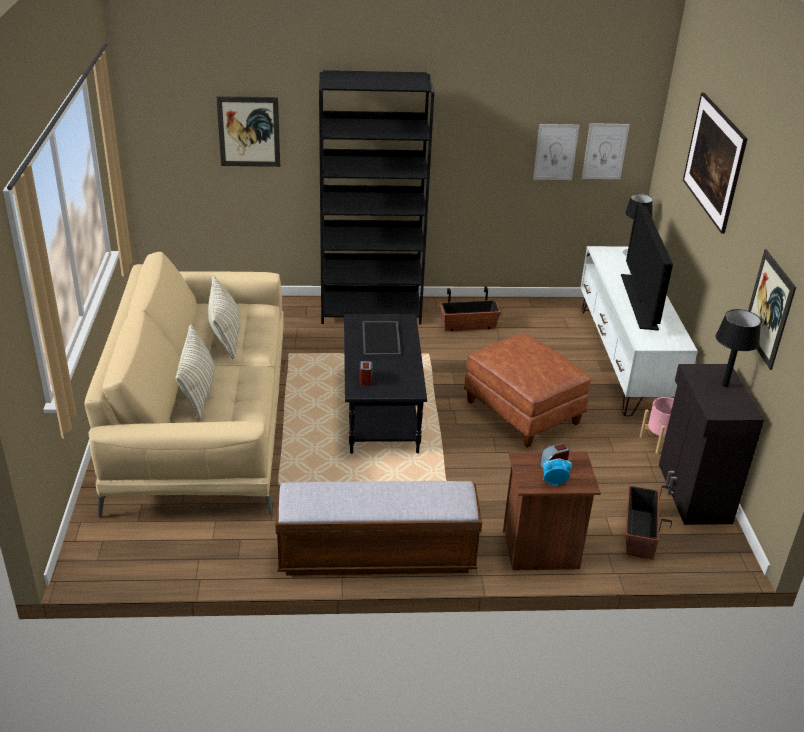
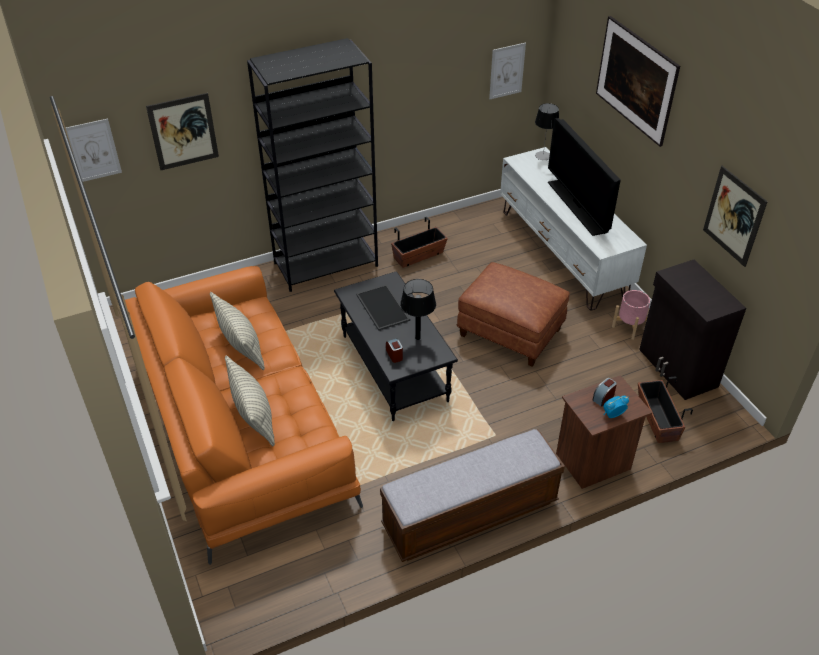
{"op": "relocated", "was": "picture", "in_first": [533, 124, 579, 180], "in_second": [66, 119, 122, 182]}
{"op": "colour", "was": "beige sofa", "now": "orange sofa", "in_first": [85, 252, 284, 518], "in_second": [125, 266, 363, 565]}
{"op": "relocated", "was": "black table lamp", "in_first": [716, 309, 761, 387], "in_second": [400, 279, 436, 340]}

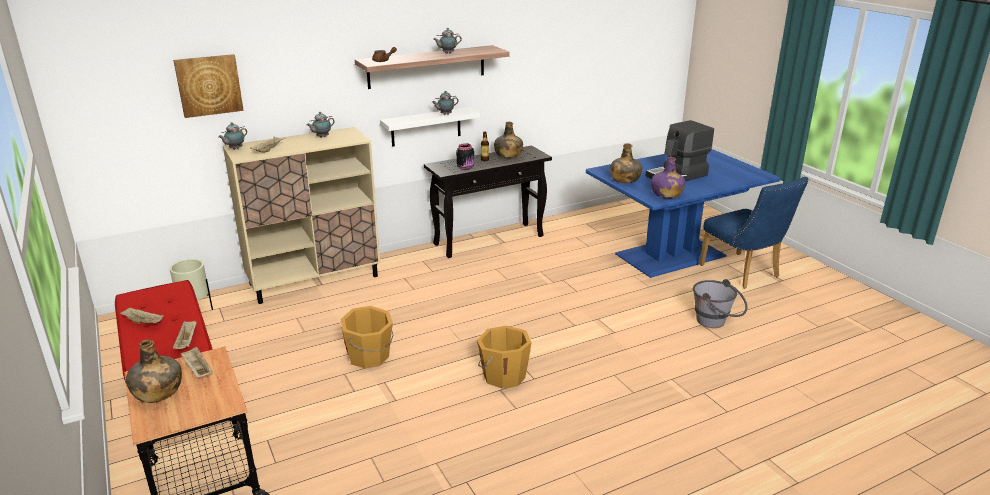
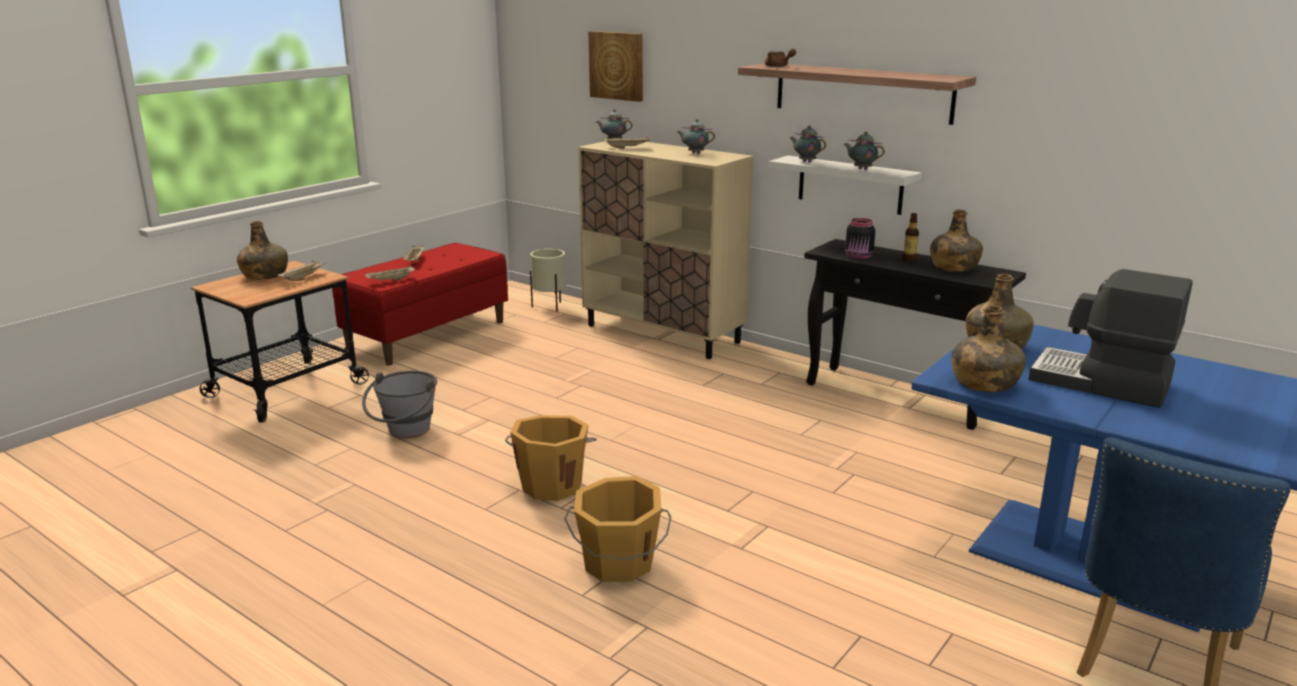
{"op": "relocated", "was": "grey bucket", "in_first": [693, 279, 748, 328], "in_second": [362, 371, 437, 438]}
{"op": "relocated", "was": "orange bucket", "in_first": [341, 306, 393, 369], "in_second": [564, 476, 672, 582]}
{"op": "relocated", "was": "teapot", "in_first": [433, 28, 462, 54], "in_second": [790, 125, 826, 163]}
{"op": "colour", "was": "purple bottle", "now": "green bottle", "in_first": [651, 157, 685, 199], "in_second": [952, 305, 1026, 392]}

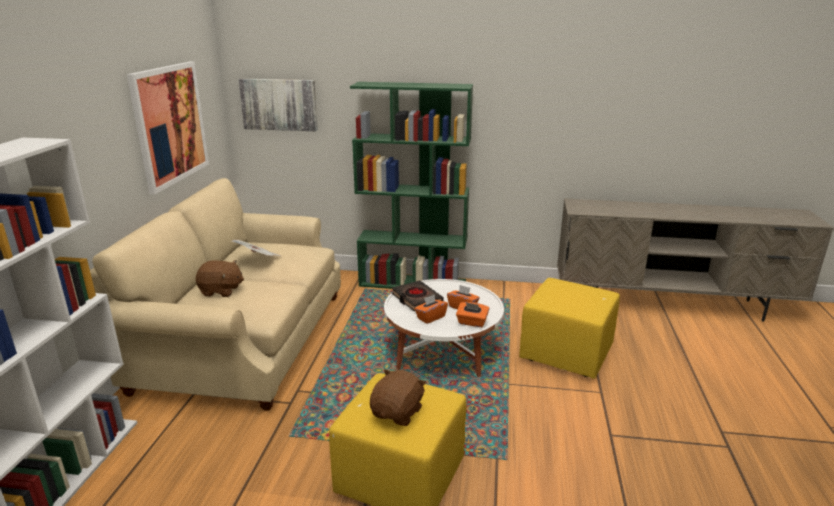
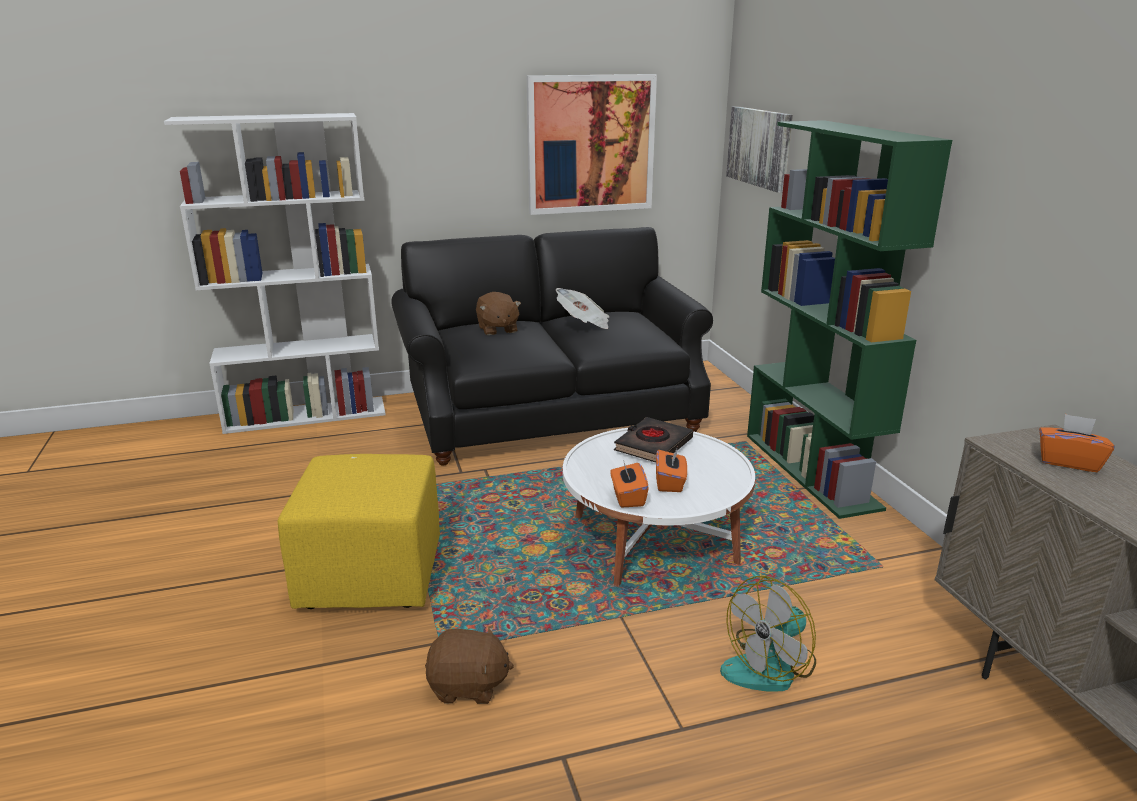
{"op": "colour", "was": "beige sofa", "now": "black sofa", "in_first": [90, 178, 341, 411], "in_second": [391, 227, 713, 465]}
{"op": "relocated", "was": "brown plush toy", "in_first": [370, 369, 426, 426], "in_second": [425, 625, 514, 704]}
{"op": "exchanged", "was": "yellow ottoman", "now": "fan", "in_first": [519, 278, 620, 379], "in_second": [720, 576, 816, 692]}
{"op": "relocated", "was": "orange tissue box", "in_first": [415, 295, 448, 324], "in_second": [1039, 414, 1115, 472]}

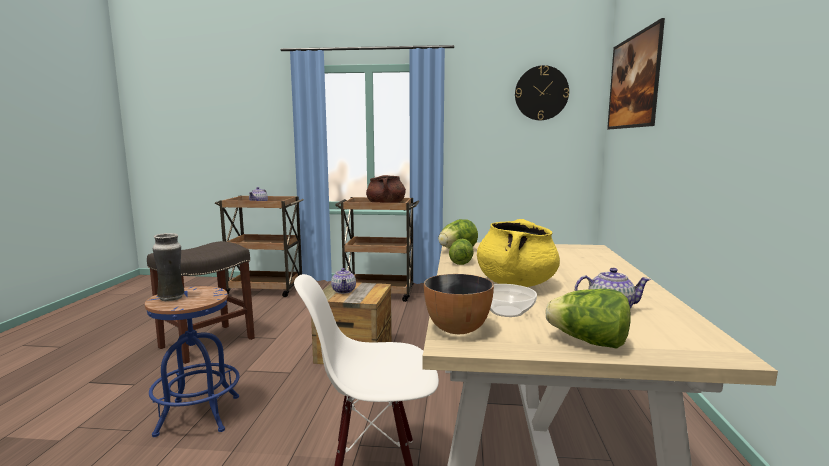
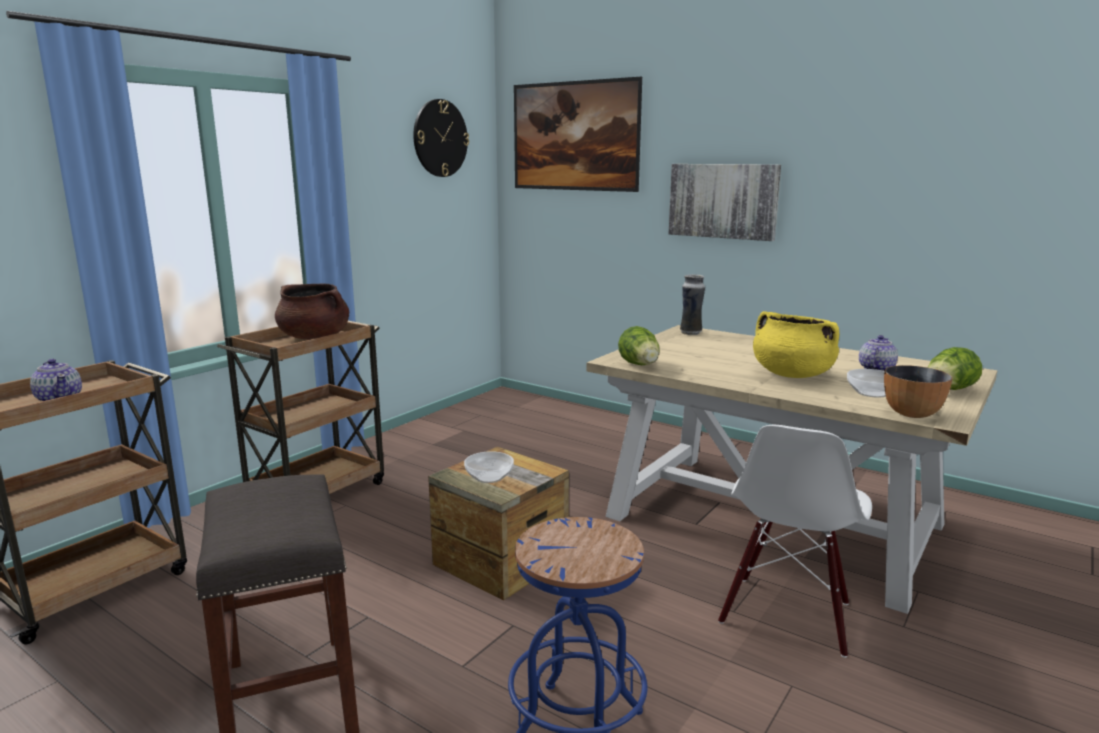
{"op": "exchanged", "was": "teapot", "now": "bowl", "in_first": [331, 268, 356, 294], "in_second": [464, 451, 514, 483]}
{"op": "appeared", "now": "picture", "in_second": [669, 164, 781, 241]}
{"op": "relocated", "was": "vase", "in_first": [153, 233, 185, 301], "in_second": [680, 274, 705, 335]}
{"op": "missing", "was": "lettuce", "in_first": [449, 239, 473, 265]}

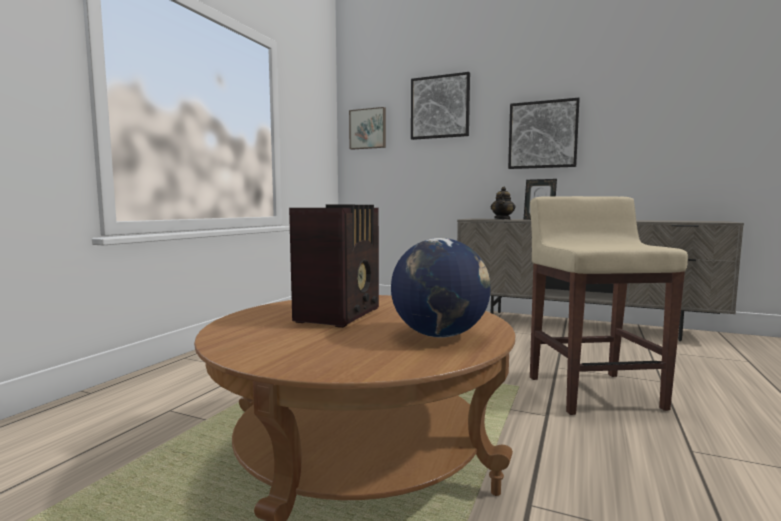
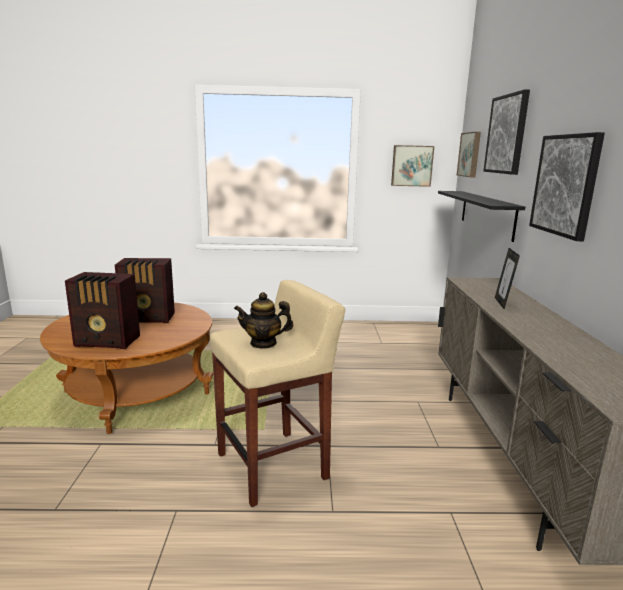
{"op": "exchanged", "was": "globe", "now": "radio", "in_first": [391, 238, 491, 338], "in_second": [65, 272, 140, 349]}
{"op": "relocated", "was": "teapot", "in_first": [491, 187, 515, 219], "in_second": [234, 292, 293, 349]}
{"op": "appeared", "now": "picture", "in_second": [391, 145, 434, 187]}
{"op": "appeared", "now": "black shelf", "in_second": [438, 191, 525, 242]}

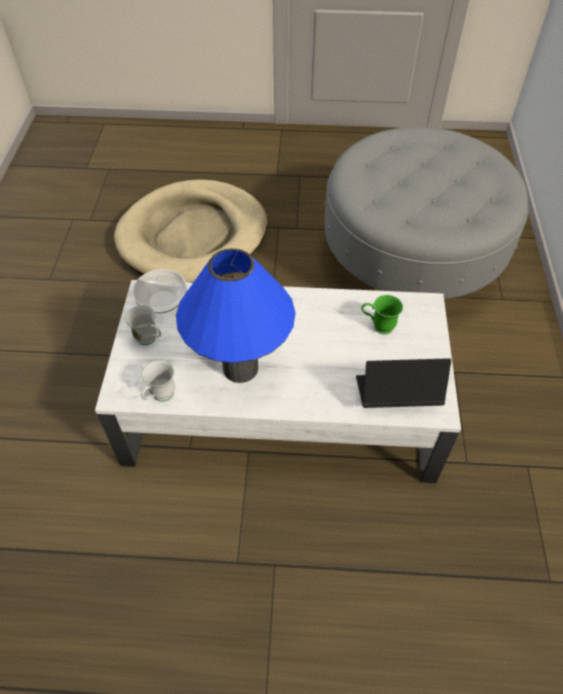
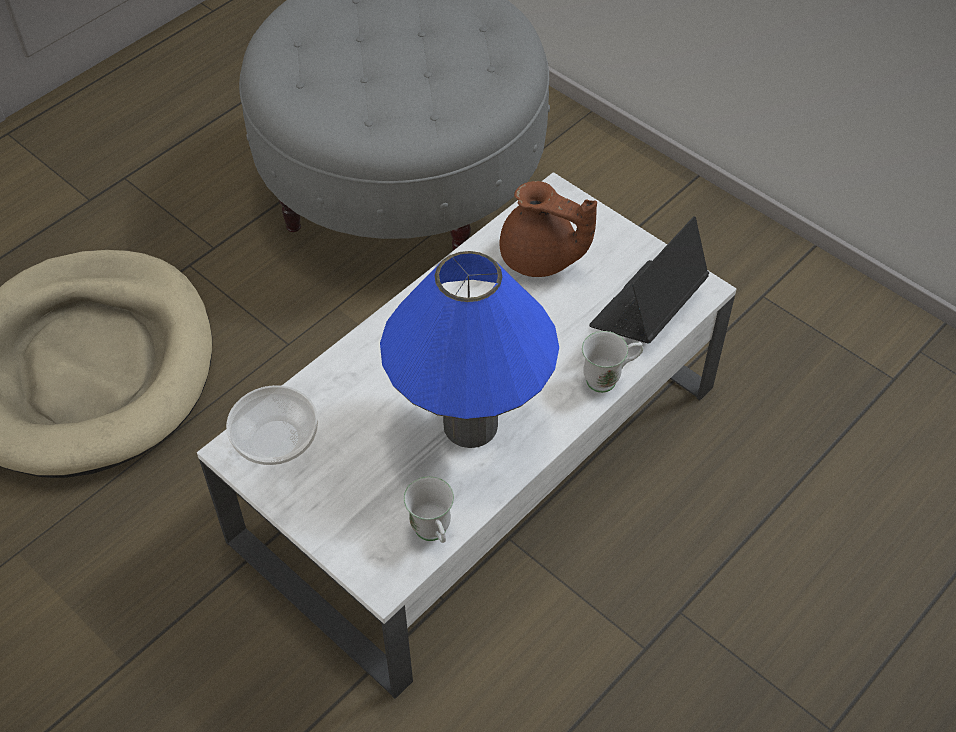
{"op": "exchanged", "was": "green mug", "now": "brown teapot", "in_first": [361, 295, 403, 334], "in_second": [500, 181, 597, 277]}
{"op": "relocated", "was": "white mug", "in_first": [125, 305, 161, 345], "in_second": [582, 331, 643, 393]}

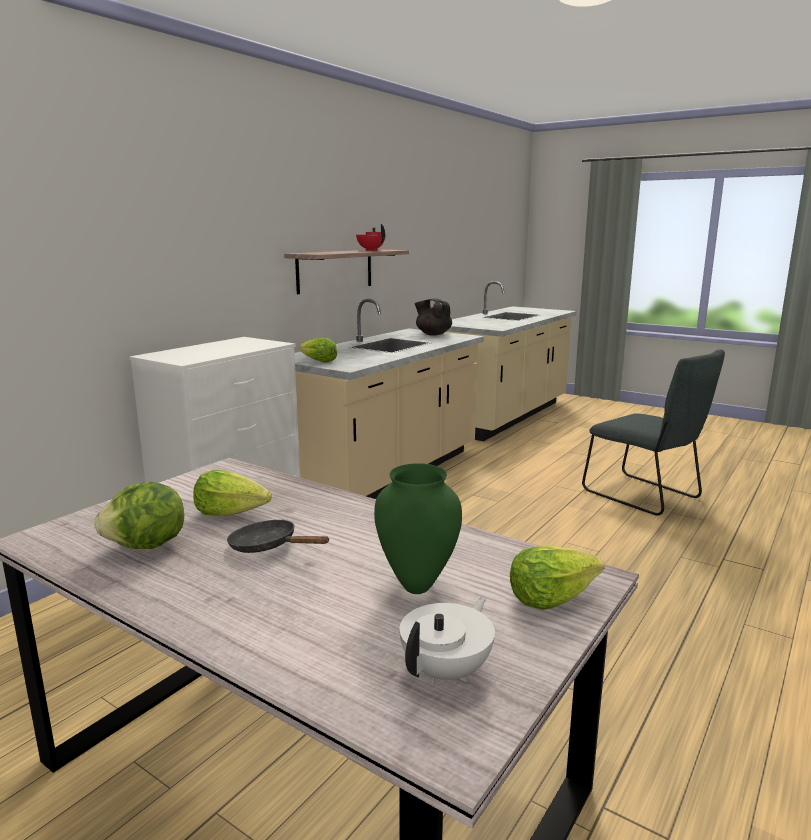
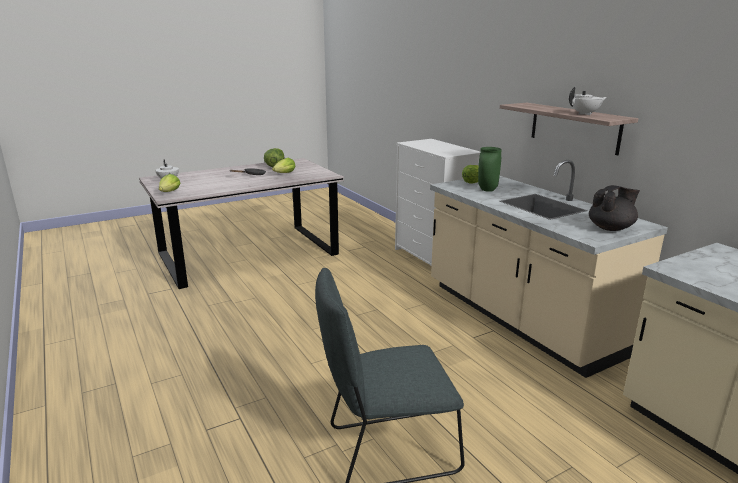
{"op": "relocated", "was": "green vase", "in_first": [374, 463, 462, 594], "in_second": [478, 147, 502, 192]}
{"op": "colour", "was": "red teapot", "now": "white teapot", "in_first": [356, 223, 386, 251], "in_second": [569, 87, 607, 115]}

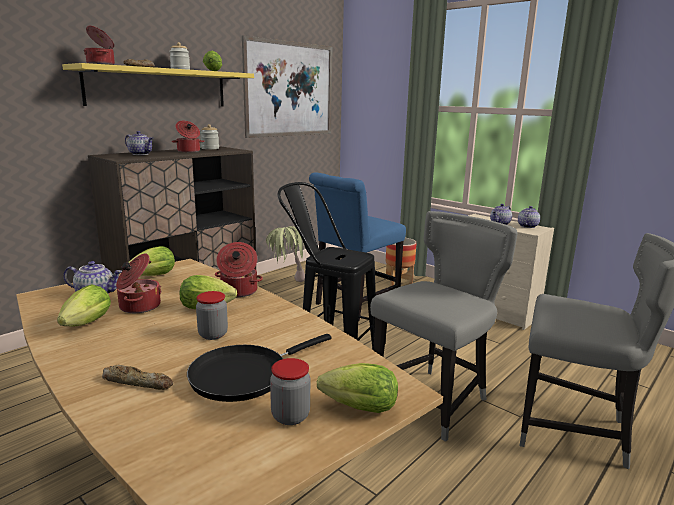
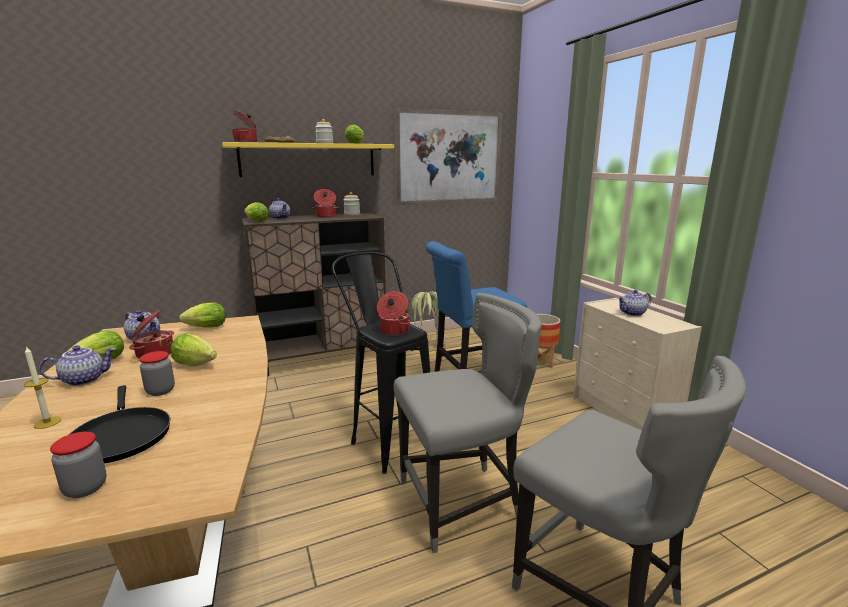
{"op": "exchanged", "was": "bread", "now": "candle", "in_first": [102, 365, 174, 390], "in_second": [24, 346, 62, 429]}
{"op": "relocated", "was": "teapot", "in_first": [518, 206, 540, 228], "in_second": [39, 346, 116, 386]}
{"op": "spun", "was": "black frying pan", "in_first": [187, 334, 332, 402], "in_second": [69, 385, 170, 463], "clockwise": -105}
{"op": "relocated", "was": "lettuce", "in_first": [317, 363, 398, 413], "in_second": [244, 202, 269, 222]}
{"op": "relocated", "was": "cooking pot", "in_first": [215, 242, 263, 297], "in_second": [377, 291, 411, 335]}

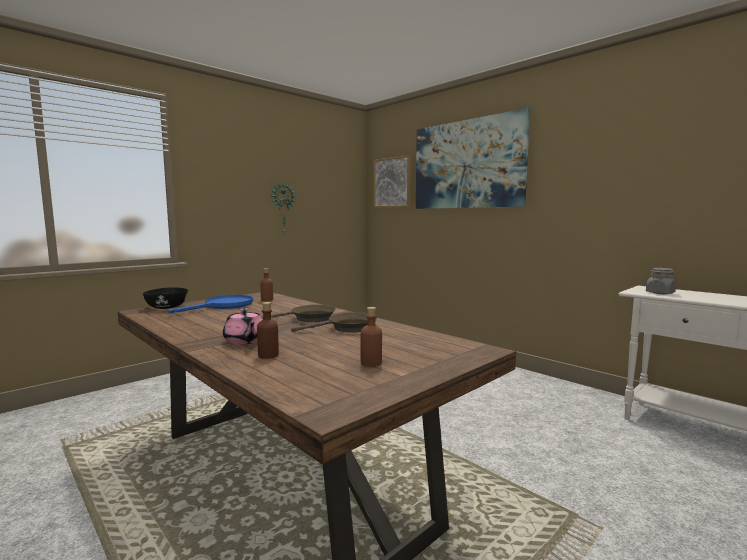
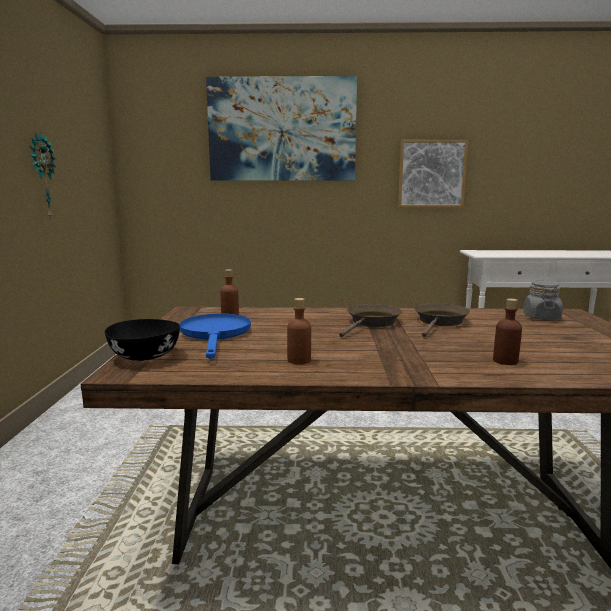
{"op": "relocated", "was": "brown bottle", "in_first": [361, 307, 382, 367], "in_second": [287, 298, 311, 364]}
{"op": "relocated", "was": "picture", "in_first": [374, 155, 411, 208], "in_second": [398, 140, 468, 207]}
{"op": "relocated", "was": "grey jar", "in_first": [646, 268, 676, 294], "in_second": [523, 281, 563, 320]}
{"op": "missing", "was": "pink teapot", "in_first": [223, 308, 263, 345]}

